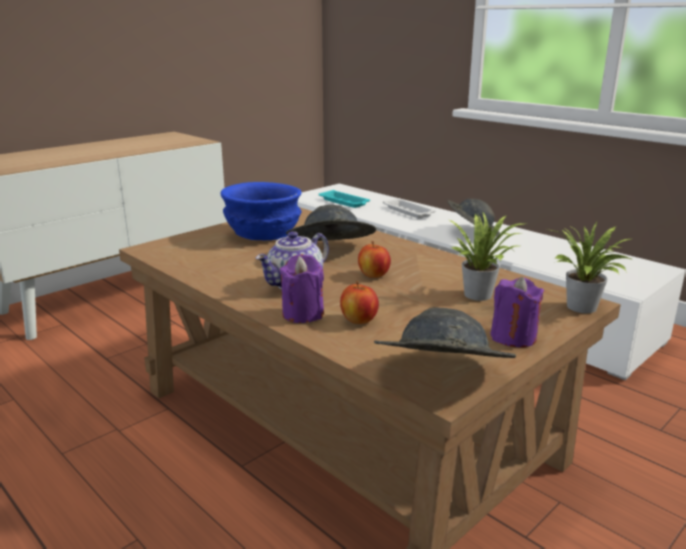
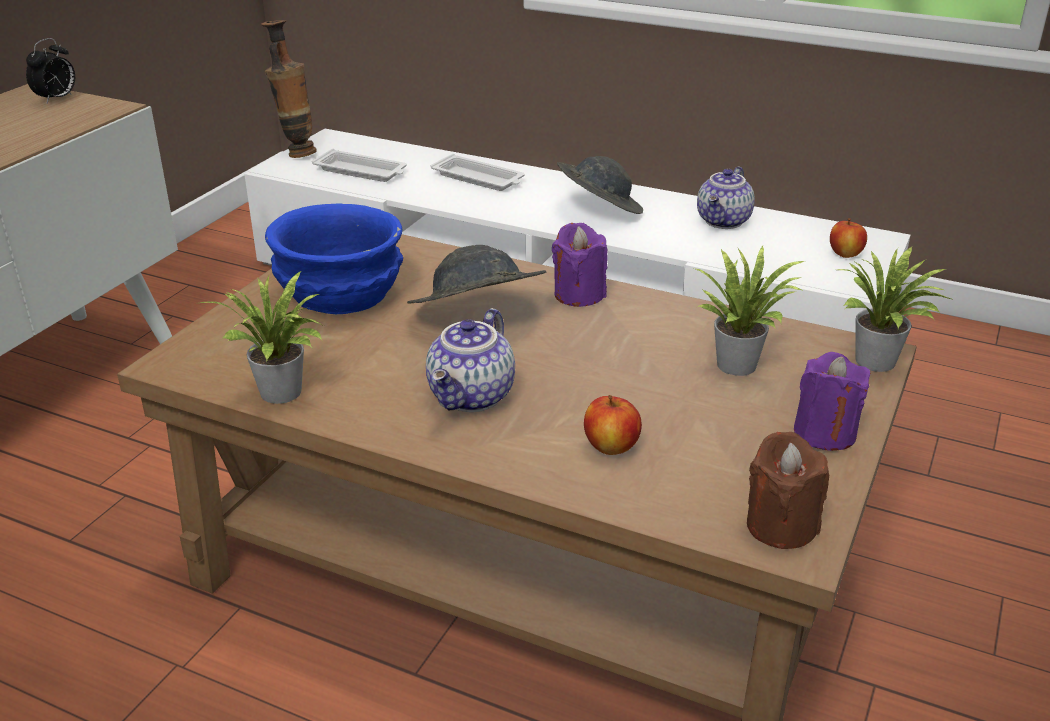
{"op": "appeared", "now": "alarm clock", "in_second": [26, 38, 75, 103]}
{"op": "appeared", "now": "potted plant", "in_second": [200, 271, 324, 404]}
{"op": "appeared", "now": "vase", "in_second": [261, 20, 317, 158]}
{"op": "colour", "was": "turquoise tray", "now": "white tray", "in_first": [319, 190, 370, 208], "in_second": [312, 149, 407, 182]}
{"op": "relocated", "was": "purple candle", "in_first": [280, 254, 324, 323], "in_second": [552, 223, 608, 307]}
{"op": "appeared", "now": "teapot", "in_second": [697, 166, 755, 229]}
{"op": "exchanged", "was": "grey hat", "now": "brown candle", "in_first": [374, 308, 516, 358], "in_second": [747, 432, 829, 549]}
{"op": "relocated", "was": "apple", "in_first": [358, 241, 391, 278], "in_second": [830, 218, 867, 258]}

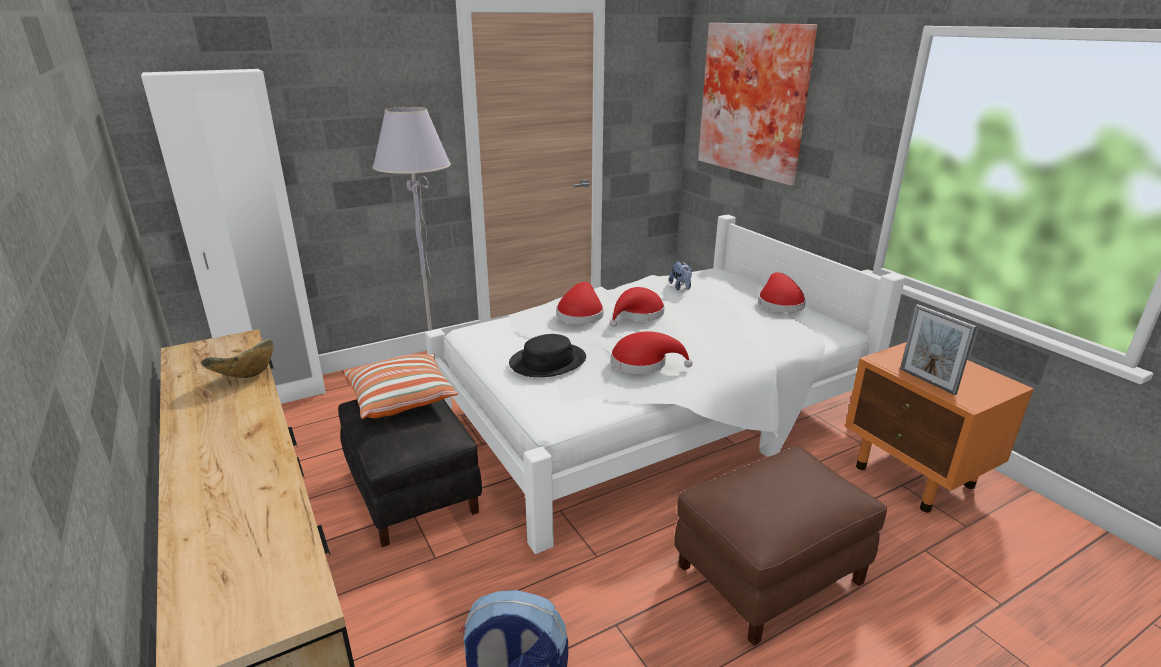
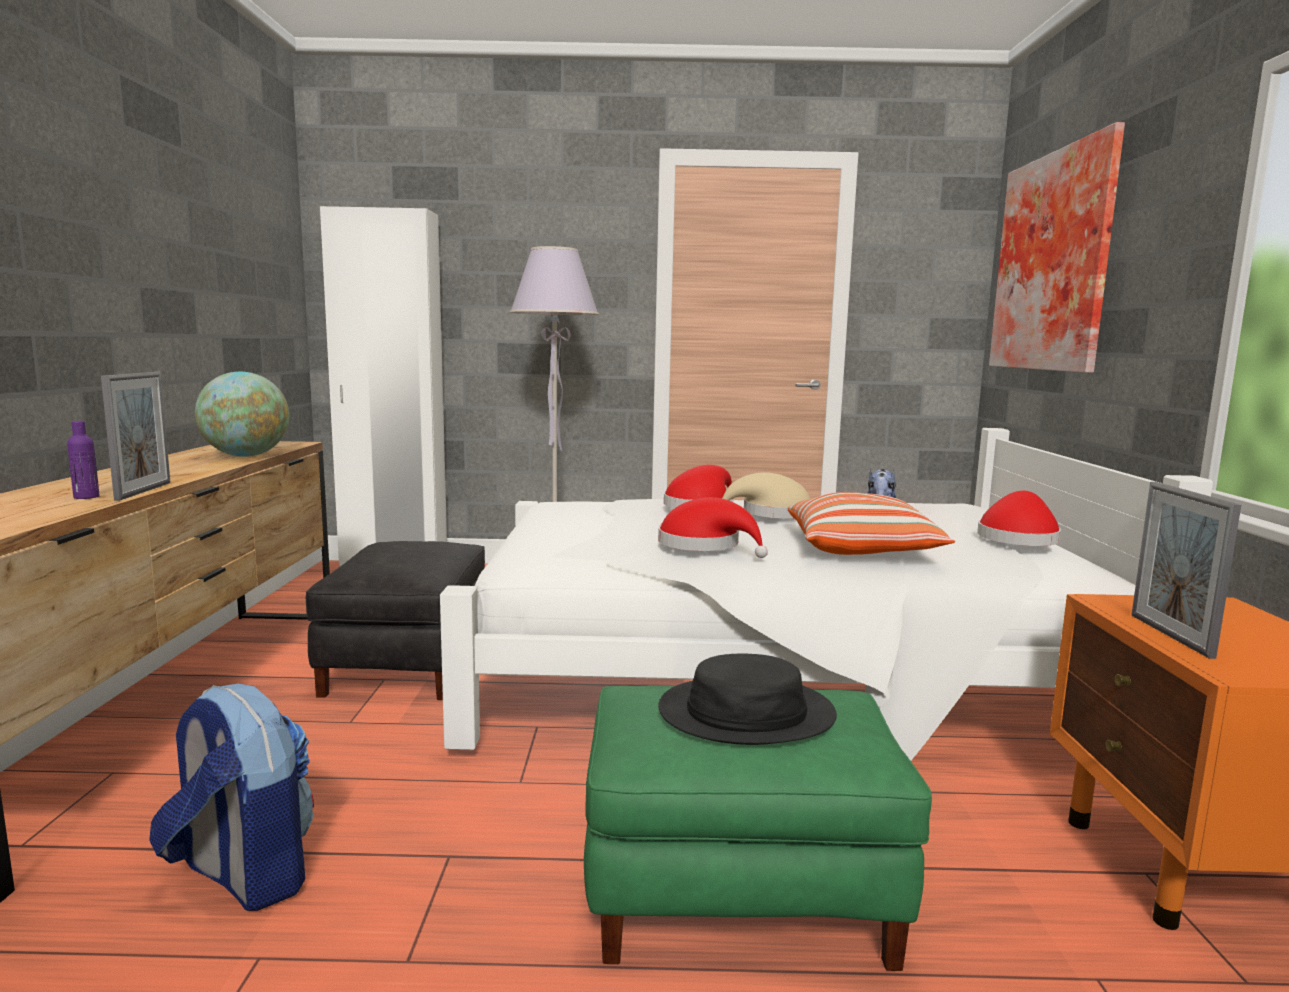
{"op": "appeared", "now": "purple bottle", "in_second": [67, 421, 99, 499]}
{"op": "appeared", "now": "picture frame", "in_second": [101, 372, 171, 501]}
{"op": "exchanged", "was": "bowl", "now": "globe", "in_first": [200, 338, 274, 378], "in_second": [195, 372, 289, 457]}
{"op": "colour", "was": "brown ottoman", "now": "green ottoman", "in_first": [674, 446, 887, 646], "in_second": [584, 685, 932, 971]}
{"op": "relocated", "was": "black hat", "in_first": [509, 334, 586, 377], "in_second": [658, 654, 837, 745]}
{"op": "colour", "was": "red hat", "now": "beige hat", "in_first": [609, 287, 665, 327], "in_second": [722, 472, 811, 518]}
{"op": "relocated", "was": "pillow", "in_first": [344, 354, 458, 419], "in_second": [788, 492, 955, 555]}

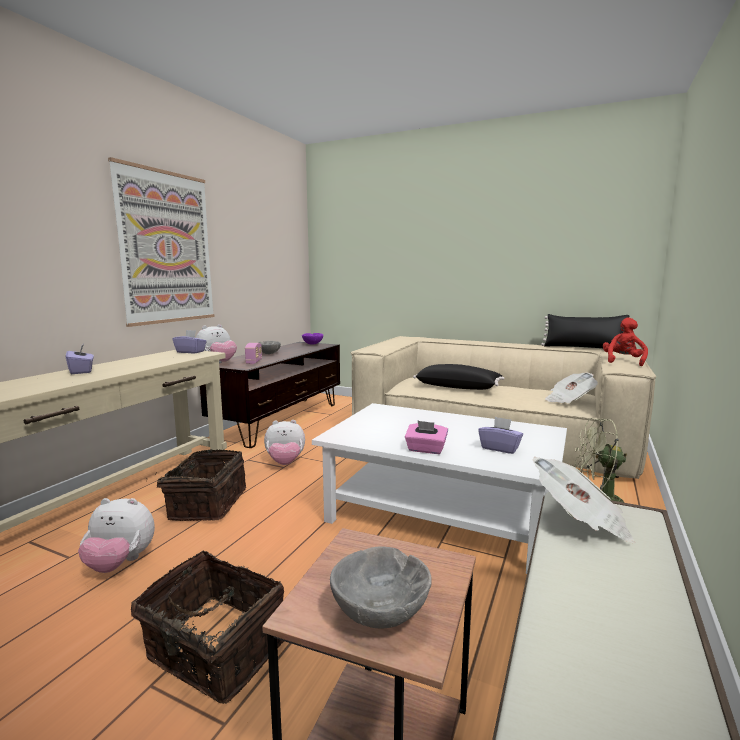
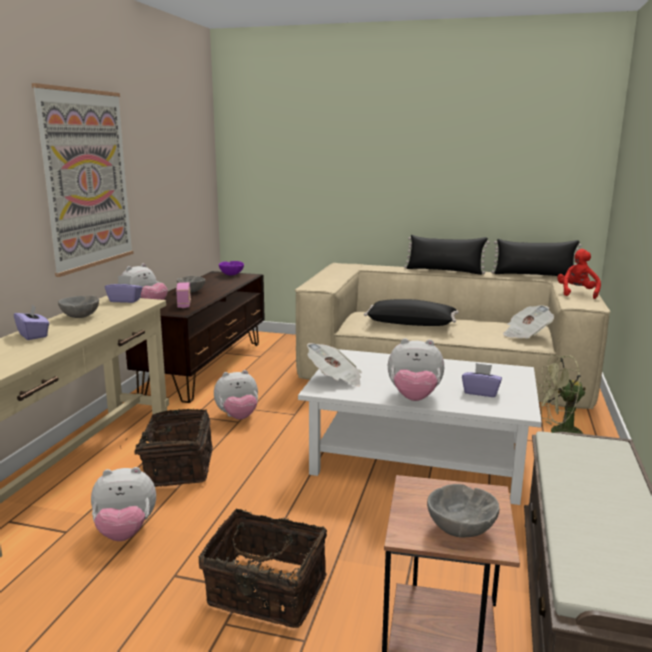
{"op": "appeared", "now": "grey bowl", "in_second": [58, 295, 99, 318]}
{"op": "relocated", "was": "newspaper", "in_first": [533, 457, 635, 543], "in_second": [307, 343, 362, 387]}
{"op": "exchanged", "was": "pink tissue box", "now": "plush toy", "in_first": [405, 420, 448, 454], "in_second": [388, 338, 444, 401]}
{"op": "appeared", "now": "black pillow", "in_second": [404, 235, 490, 275]}

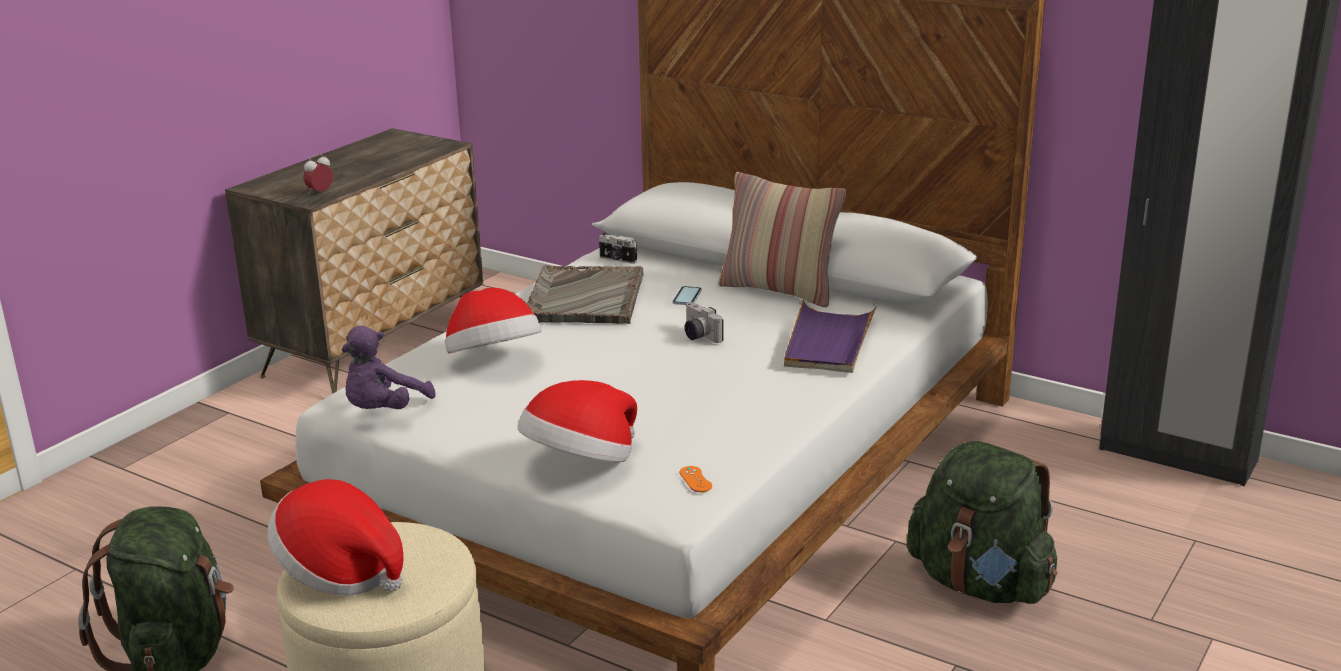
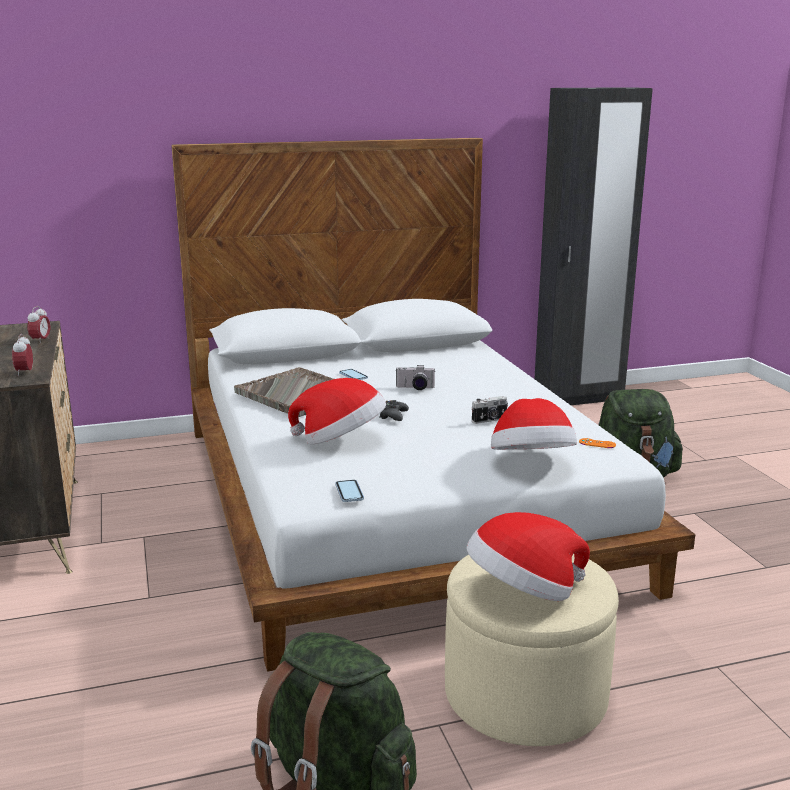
{"op": "appeared", "now": "alarm clock", "in_second": [27, 306, 50, 344]}
{"op": "exchanged", "was": "purple plush toy", "now": "phone", "in_first": [342, 325, 436, 409], "in_second": [335, 480, 364, 502]}
{"op": "appeared", "now": "black game controller", "in_second": [379, 400, 409, 421]}
{"op": "relocated", "was": "photo camera", "in_first": [599, 232, 637, 264], "in_second": [471, 396, 508, 424]}
{"op": "missing", "was": "pillow", "in_first": [718, 172, 846, 307]}
{"op": "missing", "was": "purple tray", "in_first": [784, 300, 877, 373]}

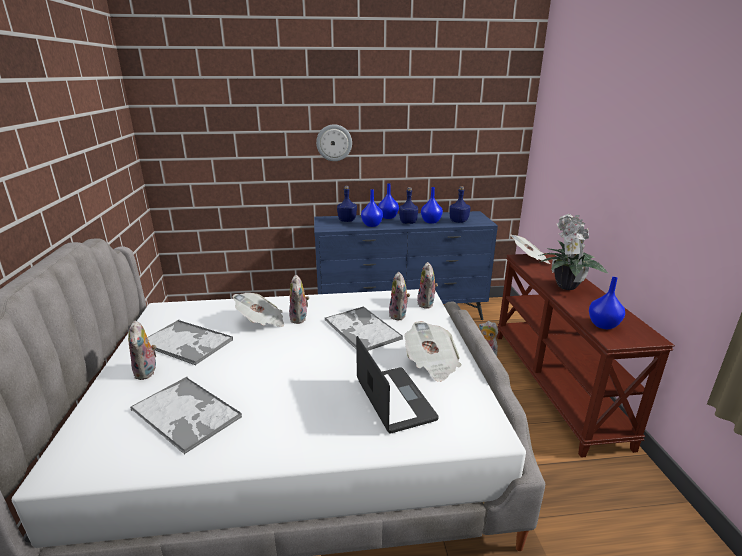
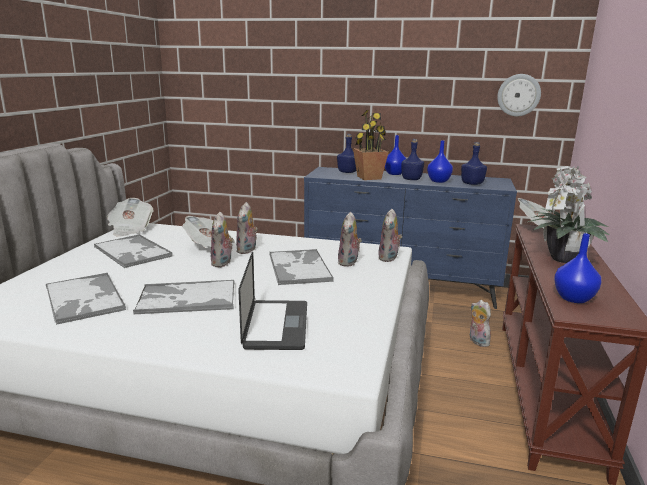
{"op": "relocated", "was": "newspaper", "in_first": [404, 321, 461, 382], "in_second": [107, 198, 154, 237]}
{"op": "appeared", "now": "tray", "in_second": [133, 280, 235, 315]}
{"op": "relocated", "was": "plush toy", "in_first": [128, 320, 156, 380], "in_second": [211, 212, 234, 267]}
{"op": "exchanged", "was": "blue vase", "now": "potted plant", "in_first": [361, 190, 383, 227], "in_second": [353, 110, 389, 180]}
{"op": "relocated", "was": "wall clock", "in_first": [316, 124, 352, 161], "in_second": [497, 74, 541, 116]}

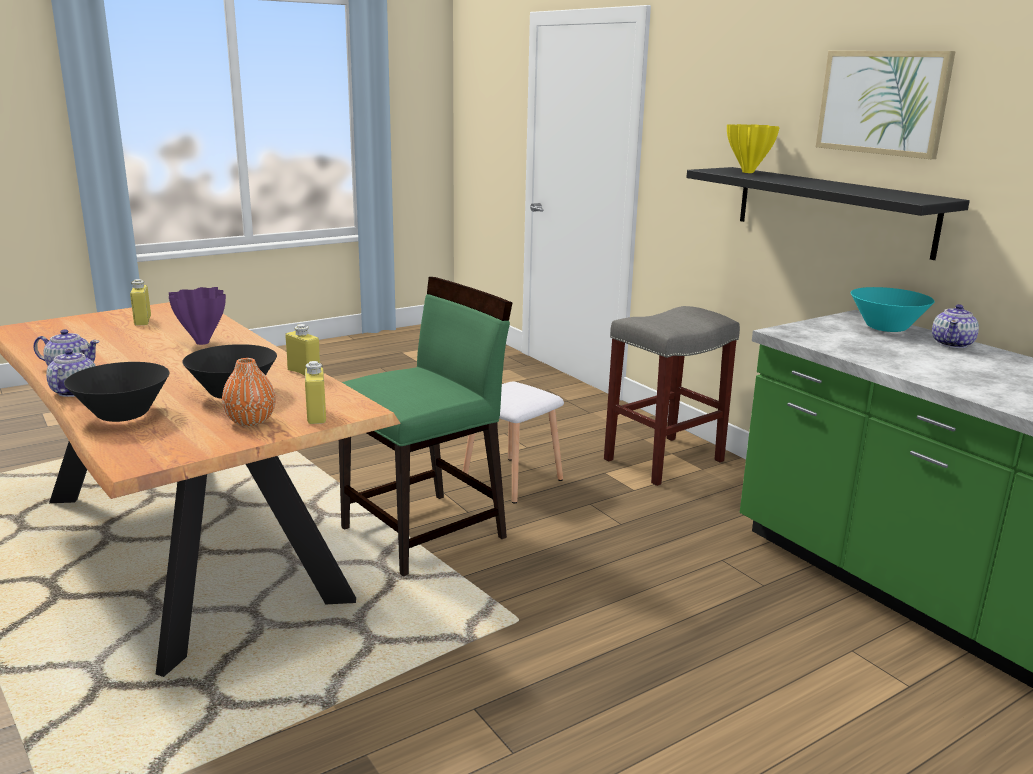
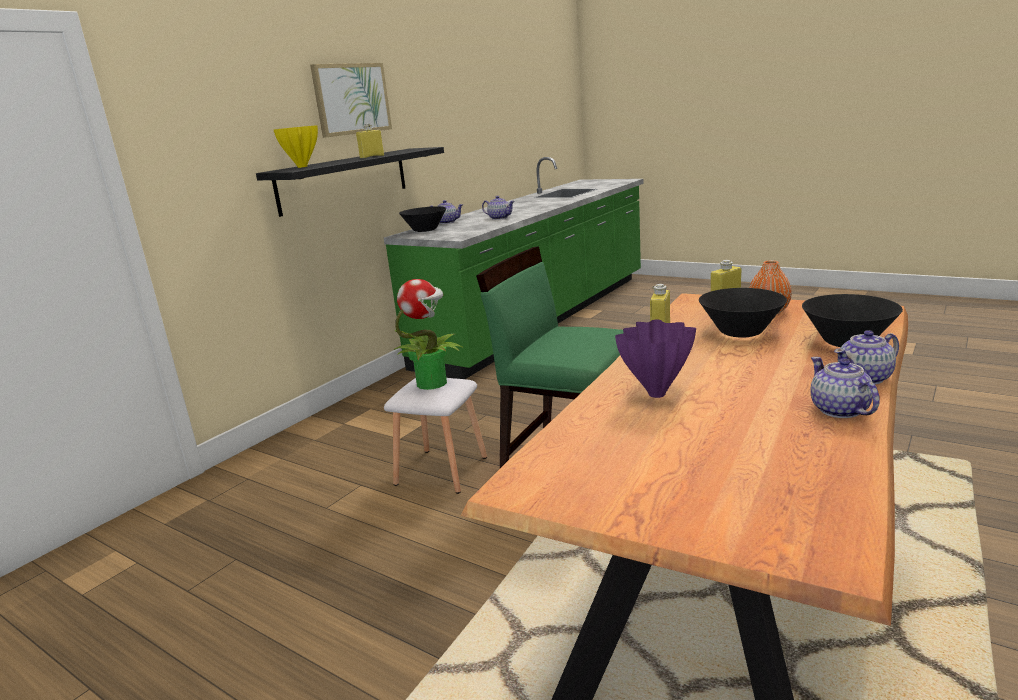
{"op": "relocated", "was": "yellow bottle", "in_first": [130, 279, 151, 326], "in_second": [356, 124, 384, 158]}
{"op": "appeared", "now": "potted plant", "in_second": [394, 279, 462, 390]}
{"op": "colour", "was": "turquoise bowl", "now": "black bowl", "in_first": [851, 287, 935, 332], "in_second": [399, 206, 446, 232]}
{"op": "appeared", "now": "teapot", "in_second": [482, 196, 515, 220]}
{"op": "missing", "was": "grey stool", "in_first": [604, 306, 740, 486]}

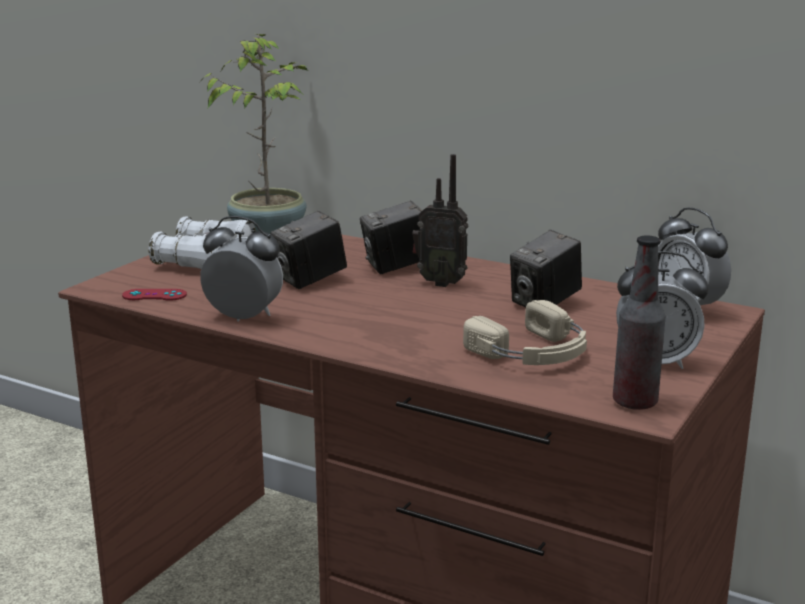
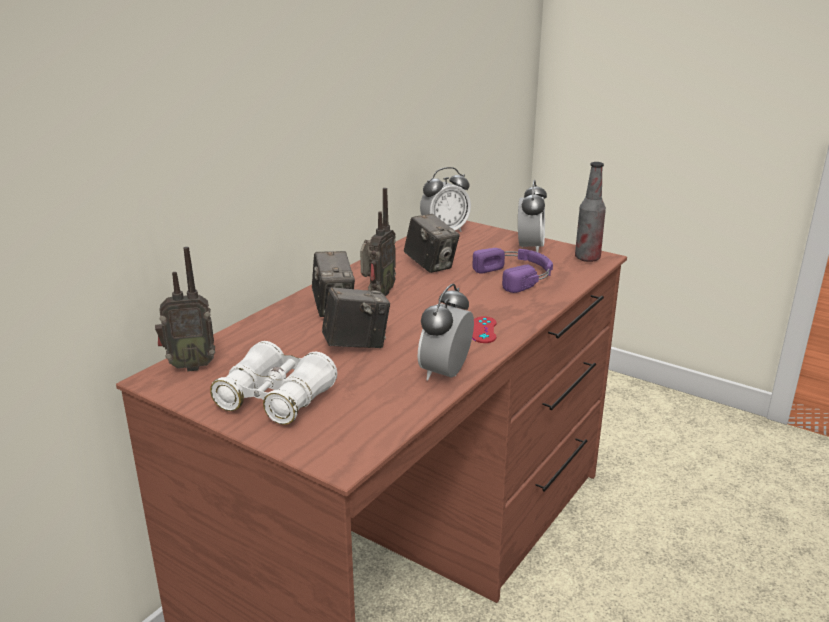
{"op": "exchanged", "was": "potted plant", "now": "radio", "in_first": [200, 34, 308, 234], "in_second": [155, 247, 215, 372]}
{"op": "spun", "was": "photo camera", "in_first": [270, 210, 347, 289], "in_second": [322, 287, 390, 348], "clockwise": -75}
{"op": "colour", "was": "beige headphones", "now": "purple headphones", "in_first": [463, 300, 587, 365], "in_second": [472, 248, 553, 293]}
{"op": "relocated", "was": "red game controller", "in_first": [122, 289, 187, 301], "in_second": [472, 316, 497, 343]}

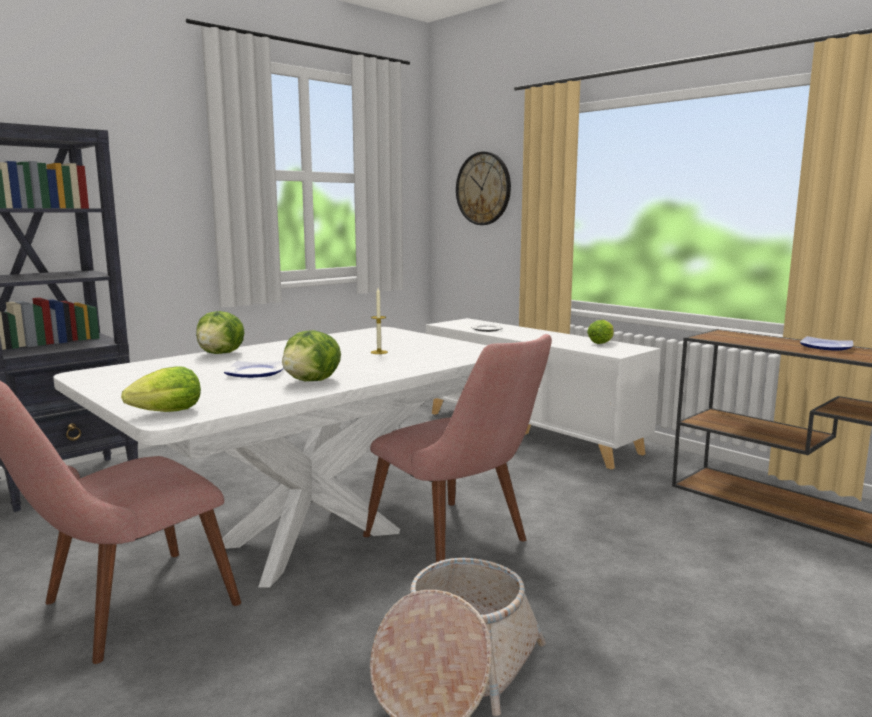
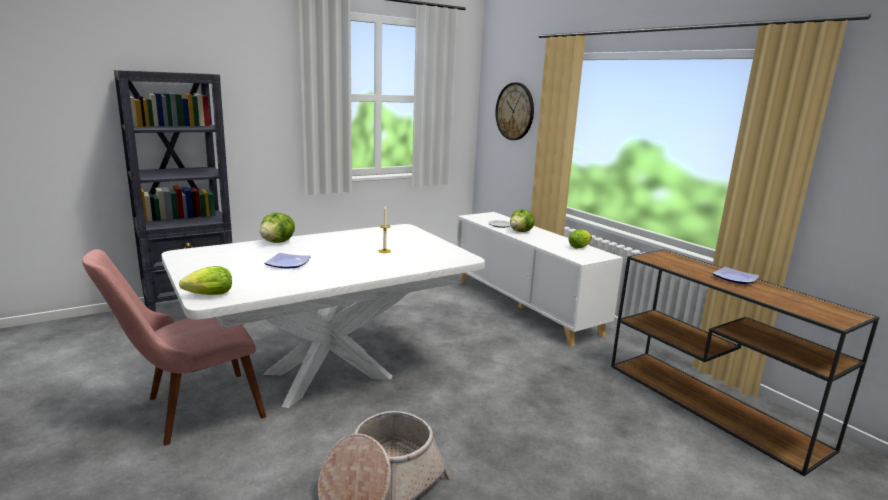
{"op": "relocated", "was": "lettuce", "in_first": [282, 330, 341, 381], "in_second": [510, 209, 535, 232]}
{"op": "missing", "was": "pink chair", "in_first": [363, 334, 552, 562]}

